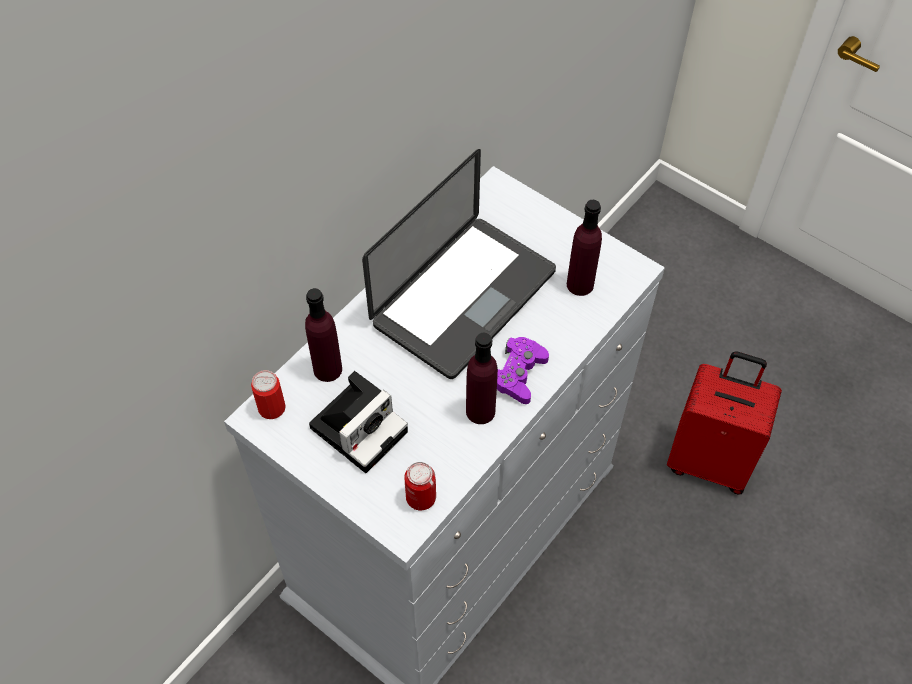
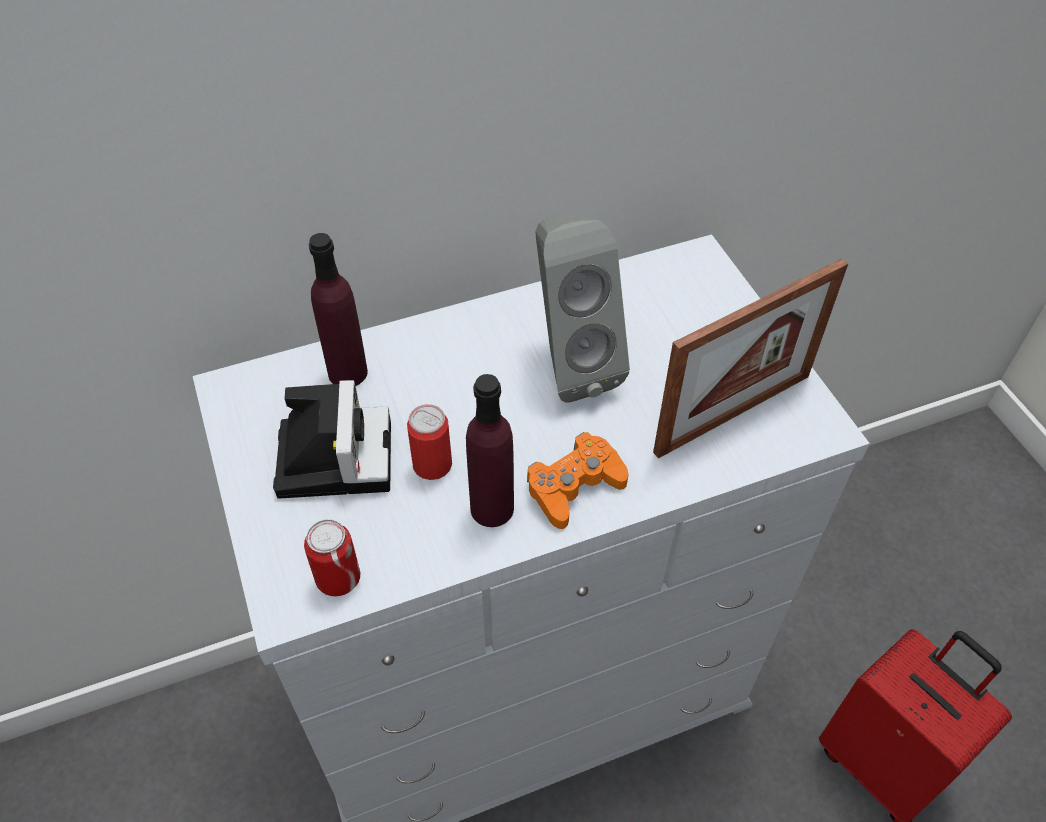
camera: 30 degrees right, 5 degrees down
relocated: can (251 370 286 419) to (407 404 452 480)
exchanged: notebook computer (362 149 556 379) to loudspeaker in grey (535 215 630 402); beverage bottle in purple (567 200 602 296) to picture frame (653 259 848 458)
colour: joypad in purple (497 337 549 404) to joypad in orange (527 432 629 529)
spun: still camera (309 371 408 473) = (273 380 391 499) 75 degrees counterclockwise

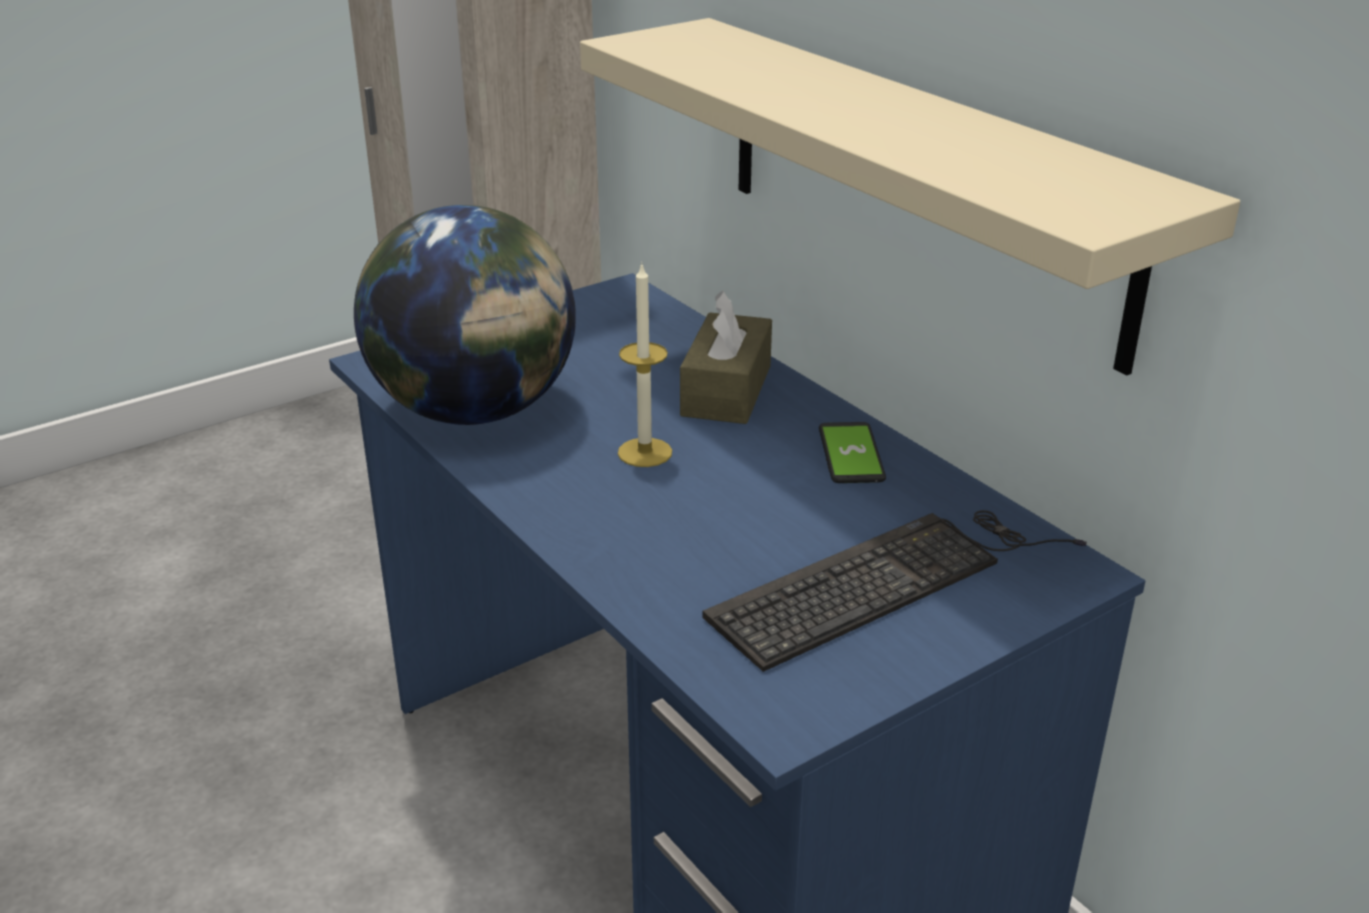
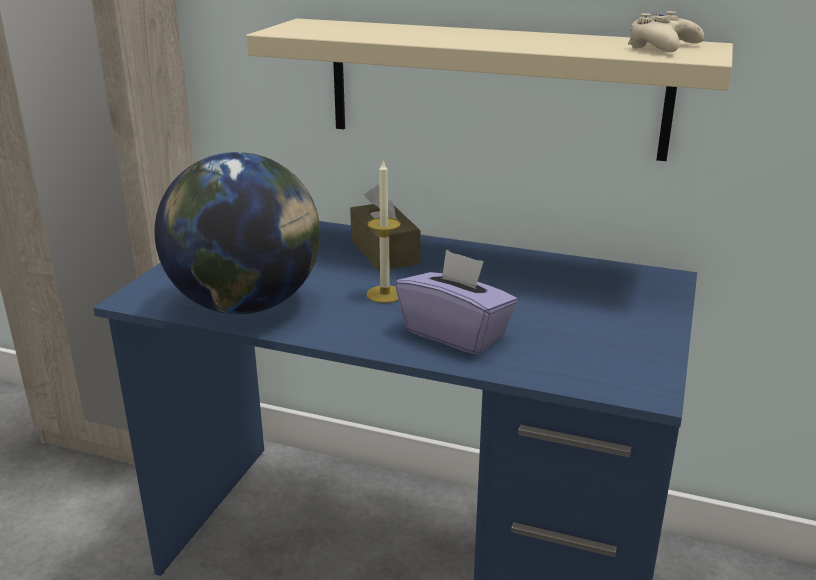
camera: 35 degrees left, 5 degrees down
missing: PC keyboard (702 510 1087 672); phone (819 422 886 483)
appeared: tissue box in purple (396 250 517 355); joypad in sand-coloured (628 11 704 52)

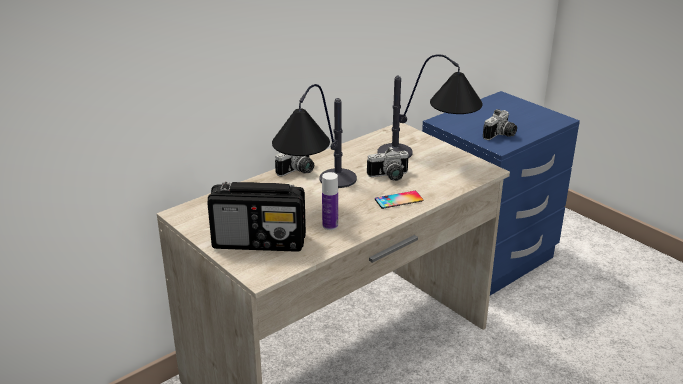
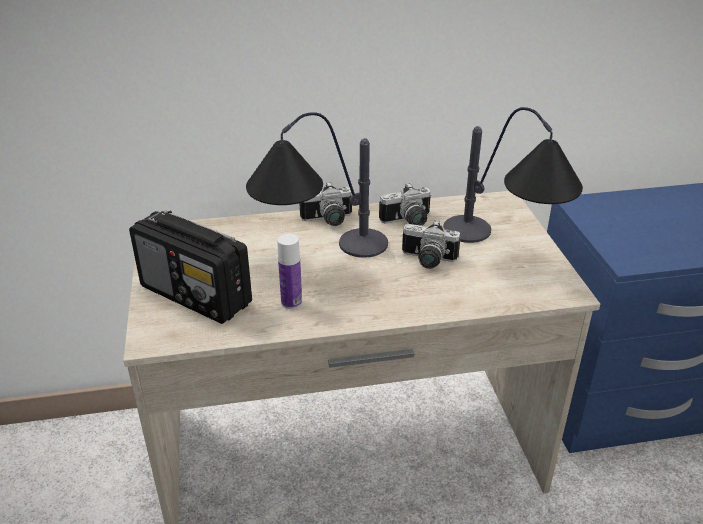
camera: 30 degrees right, 5 degrees up
missing: phone (375 191 423 209)
relocated: still camera (483 109 517 140) to (379 183 431 226)

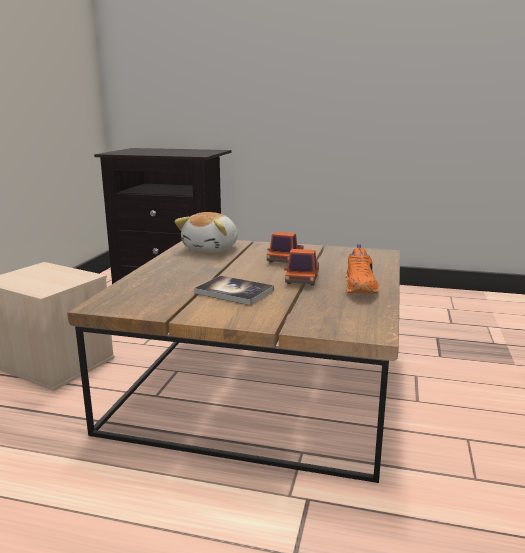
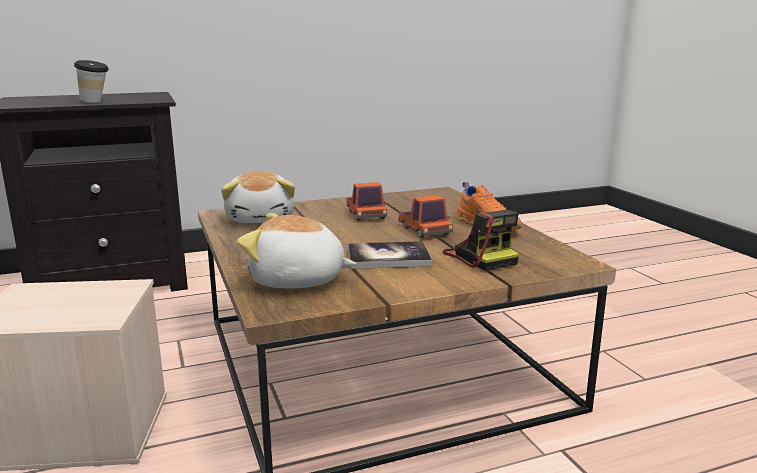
camera: 35 degrees left, 0 degrees up
appeared: small cup (74 60 109 103); cuddly toy (237 213 356 289); still camera (442 210 519 271)

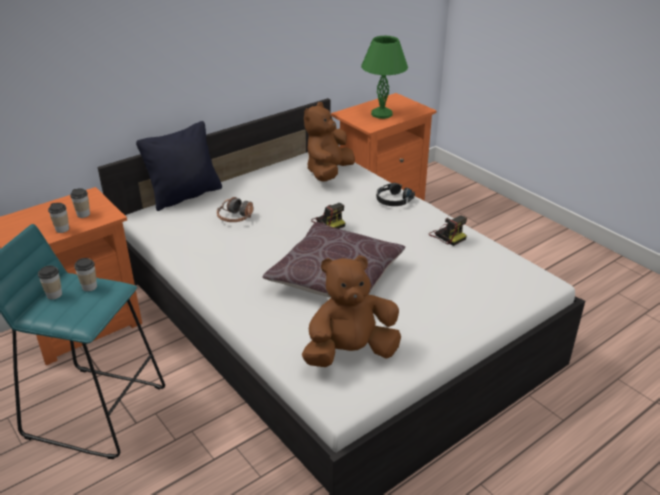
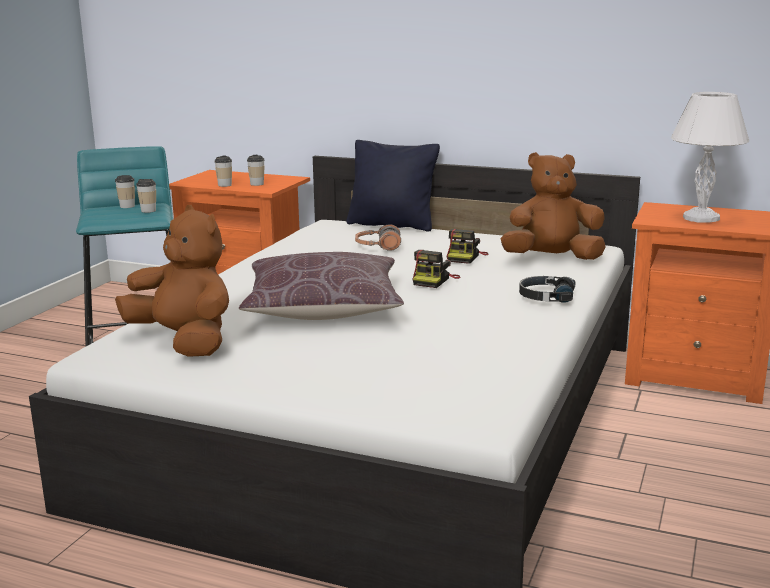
camera: 60 degrees right, 15 degrees down
relocated: still camera (428 215 467 246) to (447 229 489 264)
colour: tabletop lamp in green (361 36 408 119) to tabletop lamp in whitish (671 92 749 223)

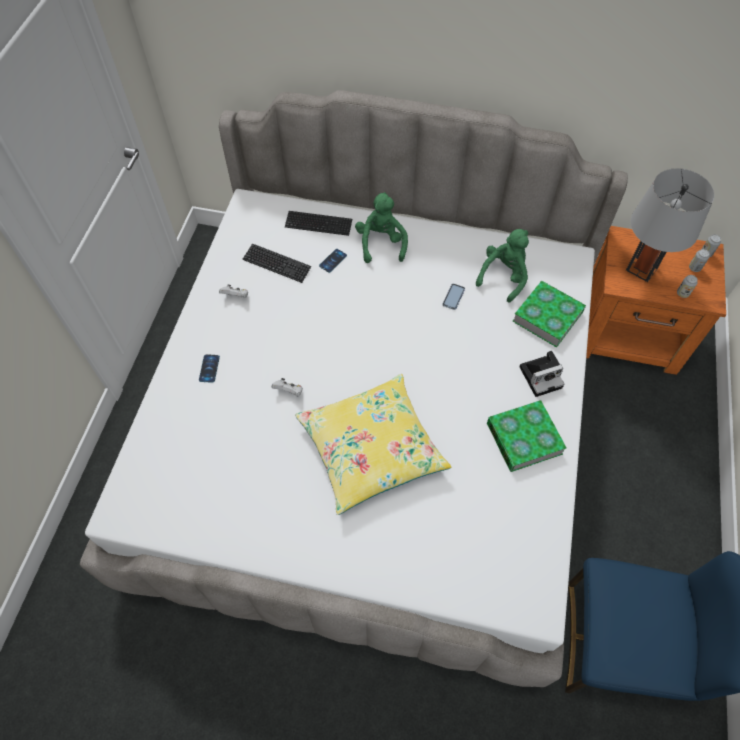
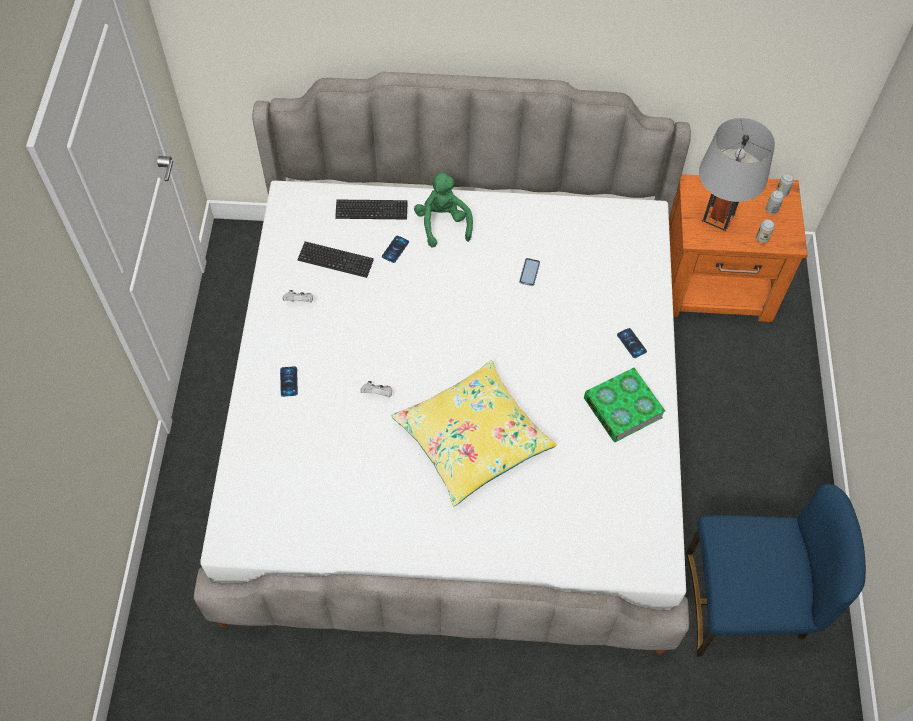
camera: 10 degrees left, 0 degrees up
missing: cuddly toy in green (476 229 529 303); bound book (512 281 586 347)
exchanged: still camera (519 351 564 397) to phone (617 328 647 358)

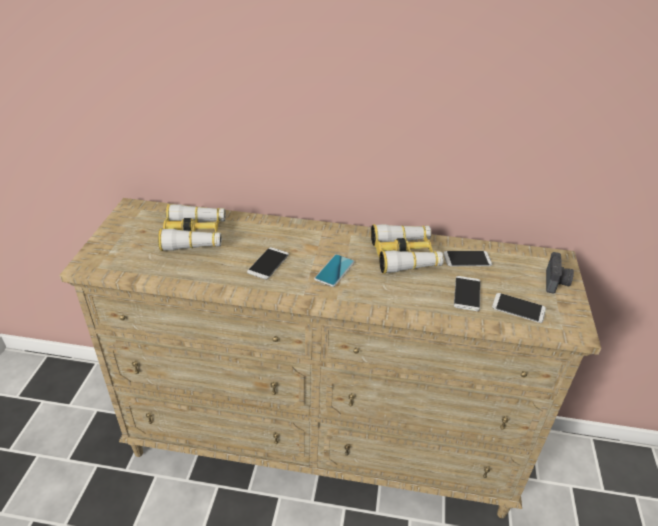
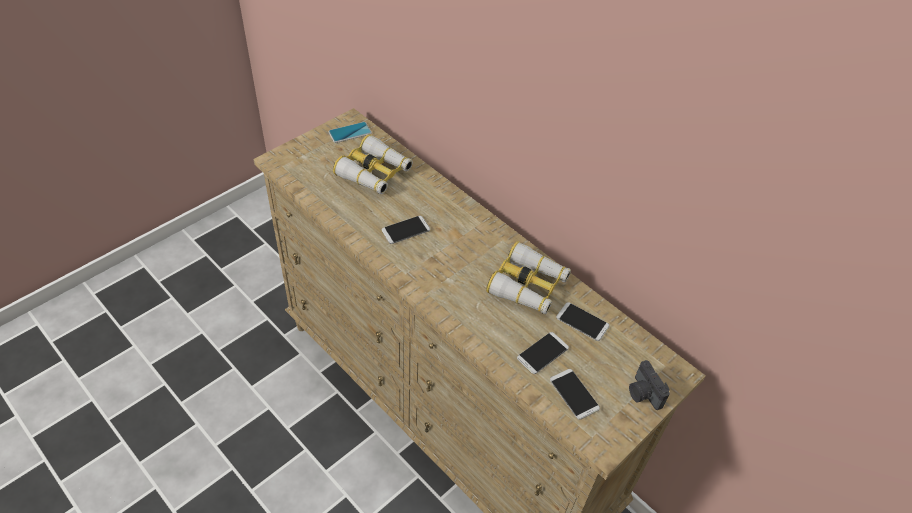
camera: 35 degrees right, 10 degrees up
relocated: phone (314 254 355 287) to (328 122 372 143)
spun: still camera (546 252 574 294) = (629 360 670 410) 105 degrees clockwise

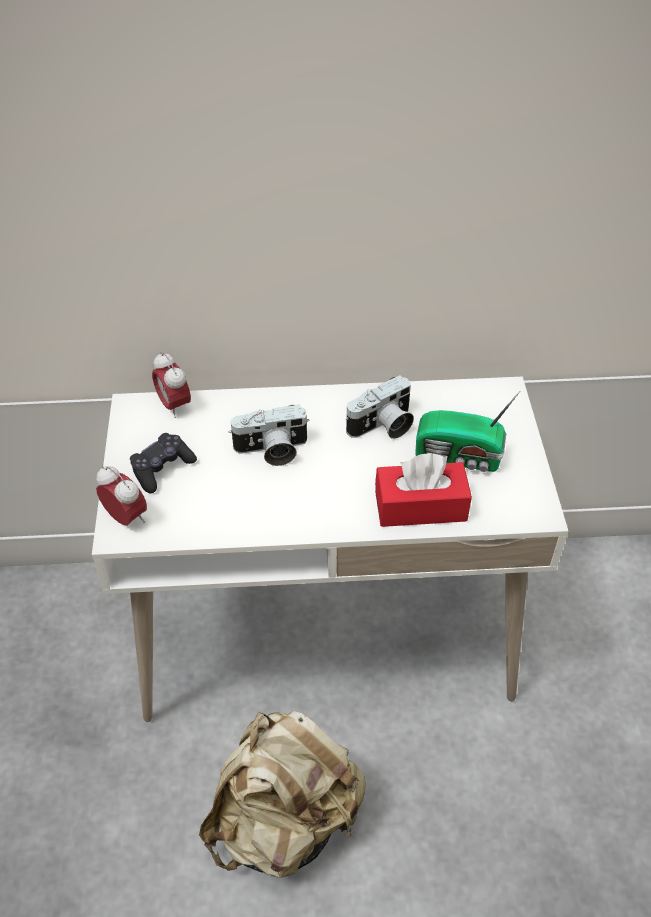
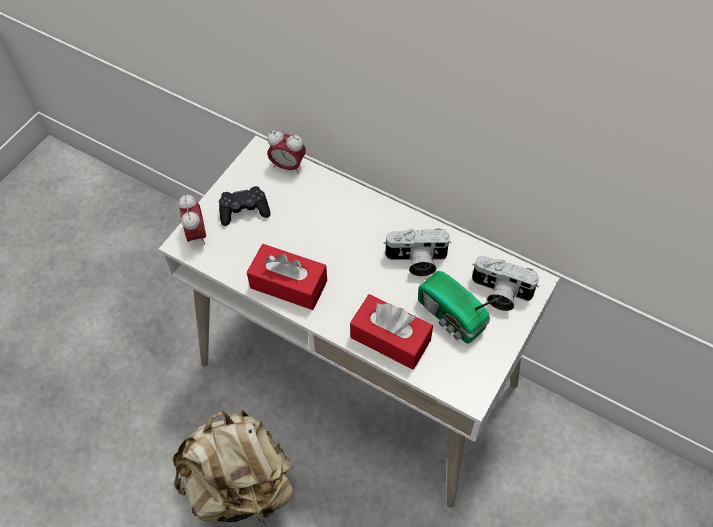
camera: 35 degrees right, 10 degrees up
appeared: tissue box in red-coloured (247 244 327 310)
relocated: still camera (229 405 310 466) to (472 256 539 311)
spun: bedside clock (152 352 191 418) = (267 130 306 173) 75 degrees counterclockwise

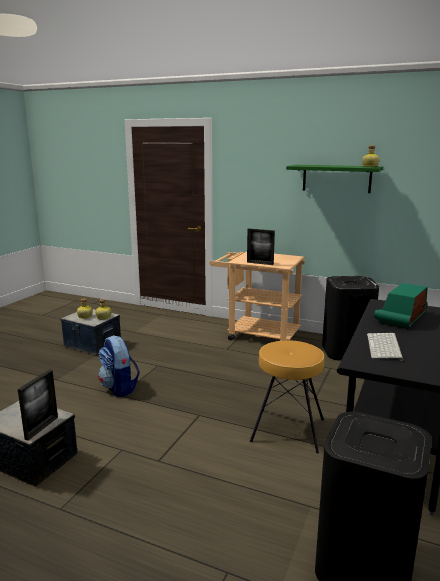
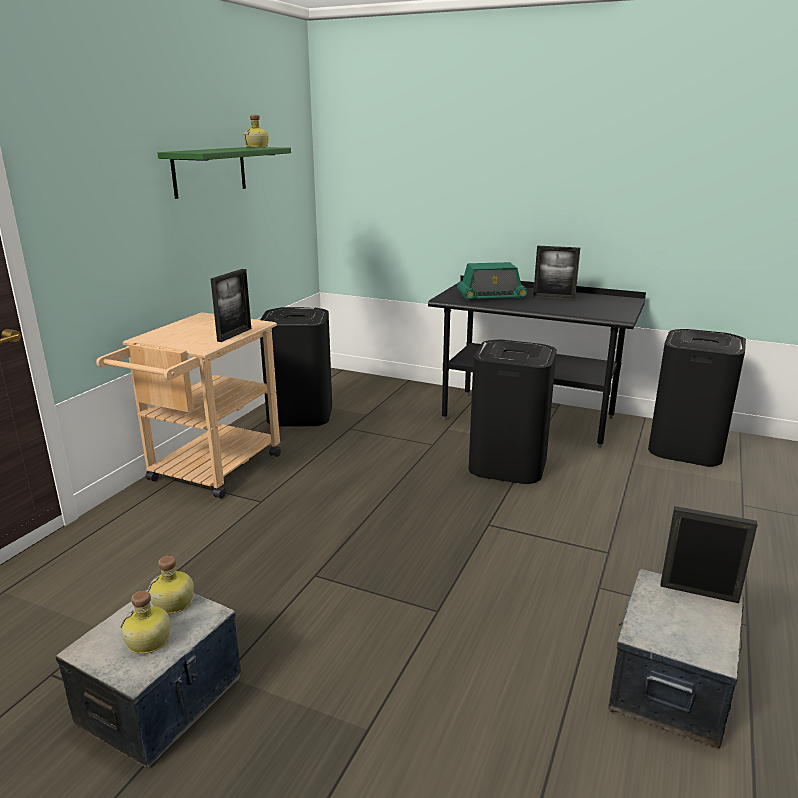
camera: 90 degrees left, 5 degrees up
missing: knapsack (98 335 140 397); PC keyboard (367 333 404 361)
appeared: picture frame (533 246 580 301)
exchanged: stool in brown (250 341 324 453) to rubbish bin in black-coloured (469 340 557 484)
spun: radio (374 283 427 328) = (457 262 527 301) 45 degrees counterclockwise

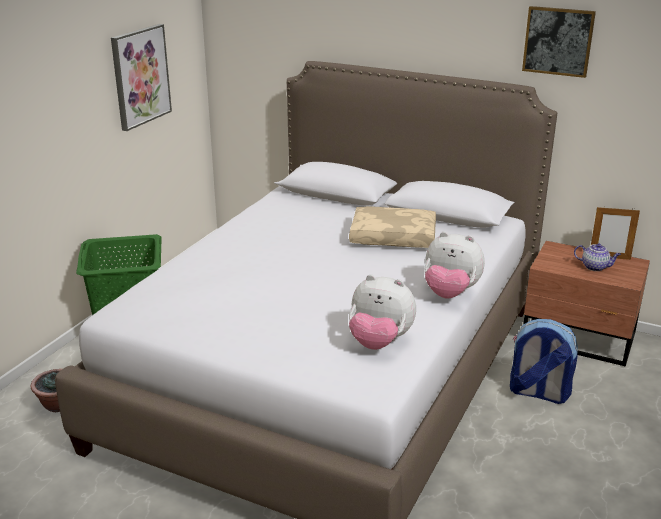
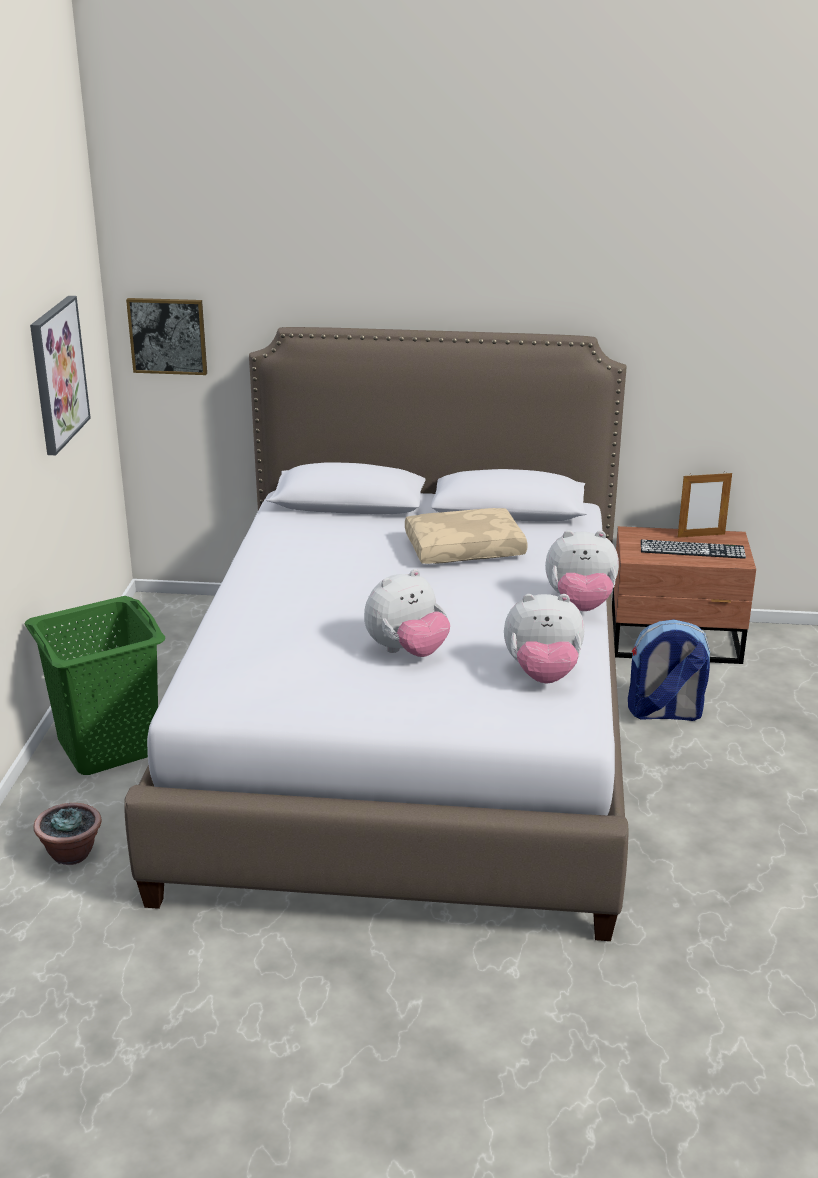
camera: 20 degrees left, 0 degrees up
appeared: cuddly toy (364 569 450 657)
relocated: picture (522 6 596 78) to (126 298 207 375)
exchanged: teapot (574 243 621 271) to PC keyboard (641 540 746 559)

